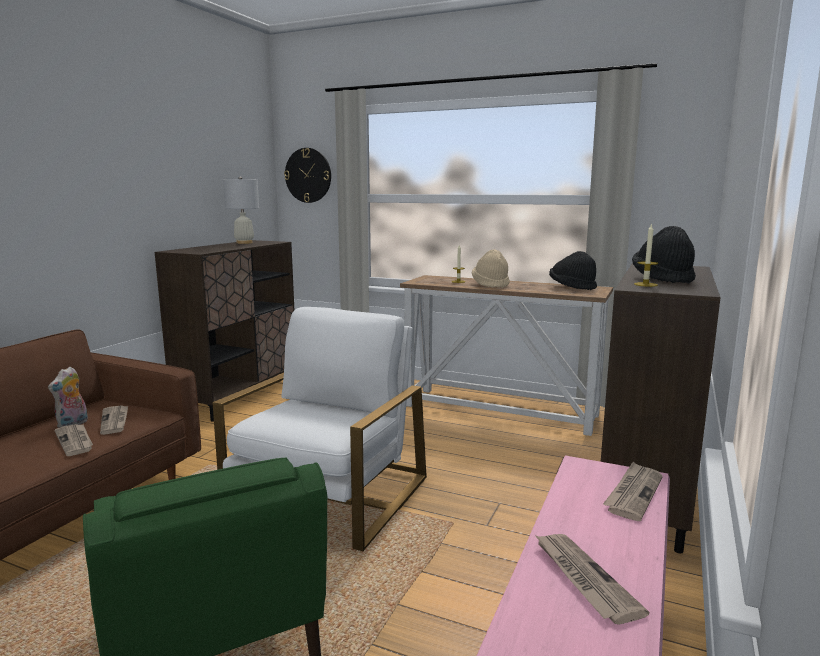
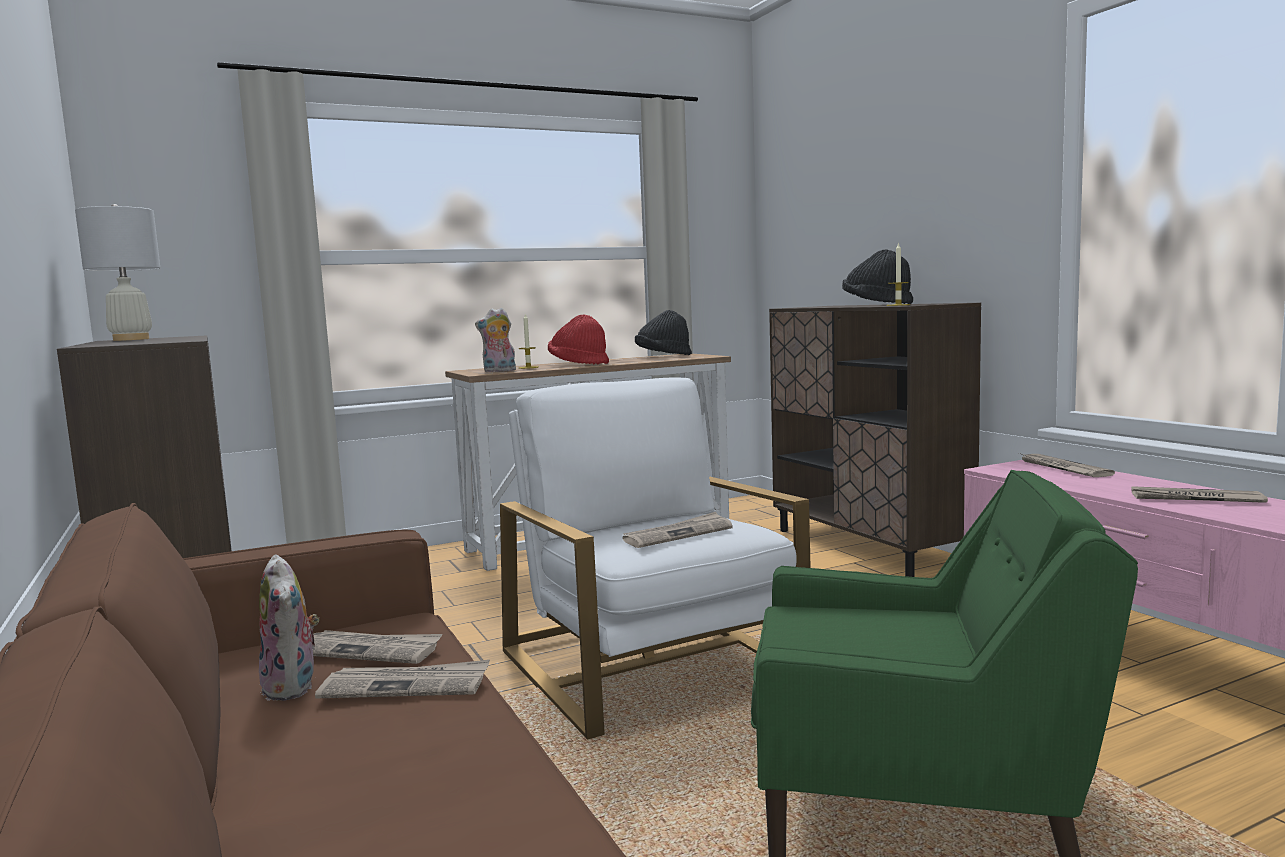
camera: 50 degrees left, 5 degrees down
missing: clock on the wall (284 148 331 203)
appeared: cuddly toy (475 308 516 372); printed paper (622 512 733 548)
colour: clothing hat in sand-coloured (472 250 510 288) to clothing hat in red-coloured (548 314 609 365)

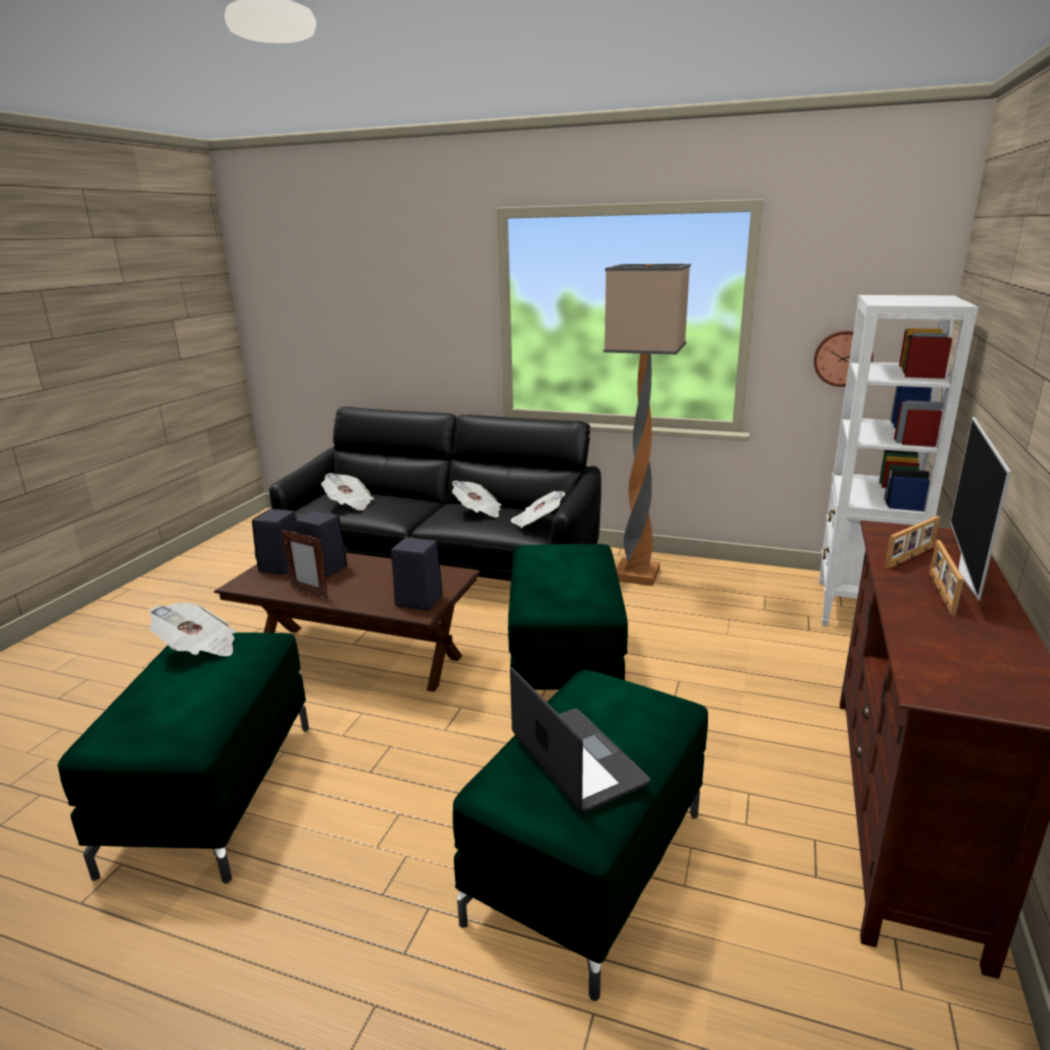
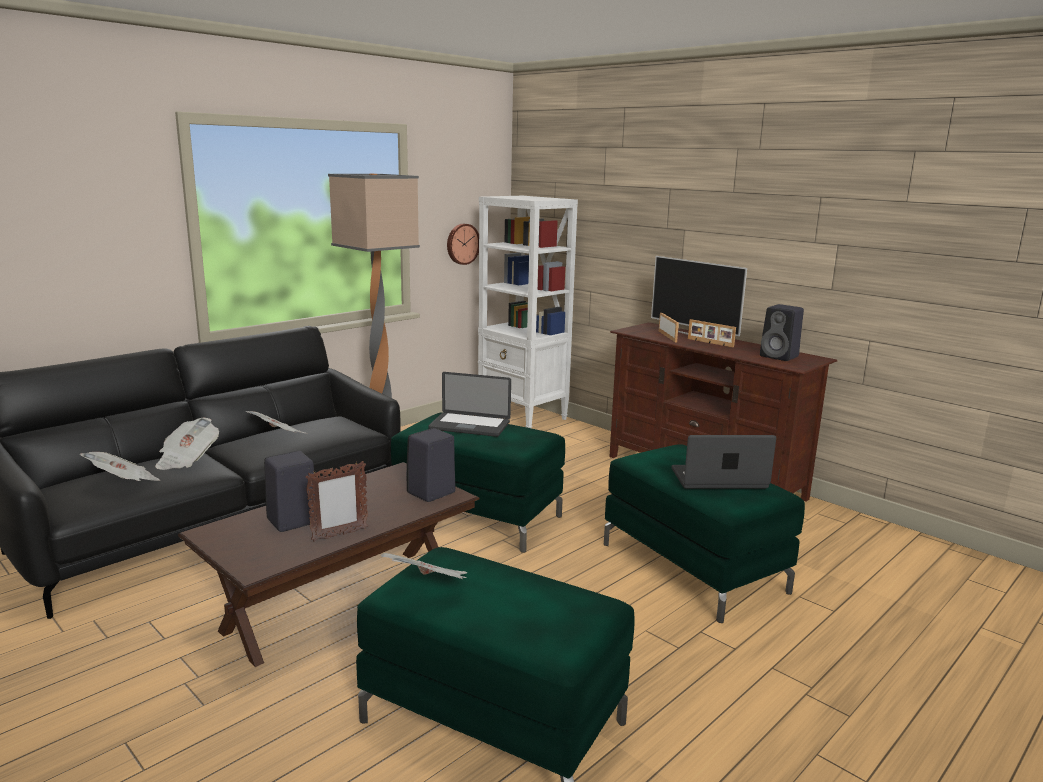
camera: 65 degrees left, 5 degrees down
appeared: notebook computer (428 372 511 437)
relocated: printed paper (511 491 565 528) to (155 418 219 470); loudspeaker in black-coloured (252 509 297 575) to (760 304 804 361)

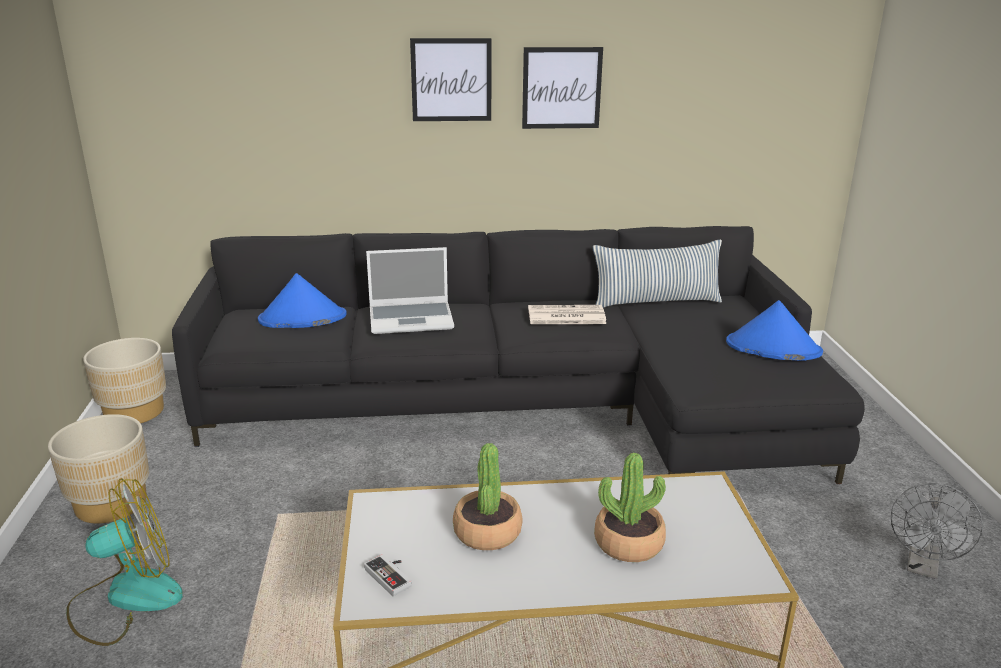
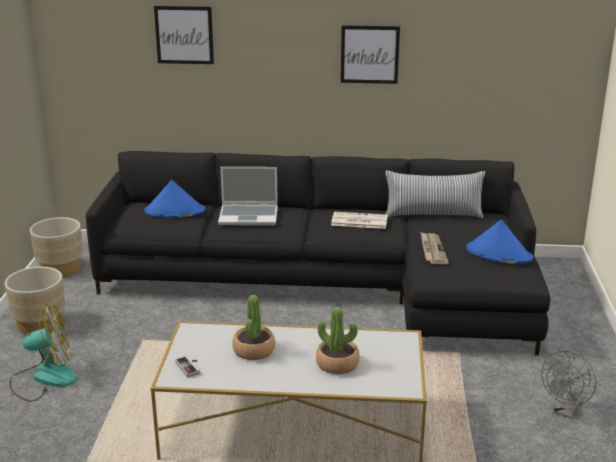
camera: 10 degrees right, 0 degrees up
appeared: printed paper (420 232 449 264)
relocated: picture (410 38 492 121) to (154 6 214 64)

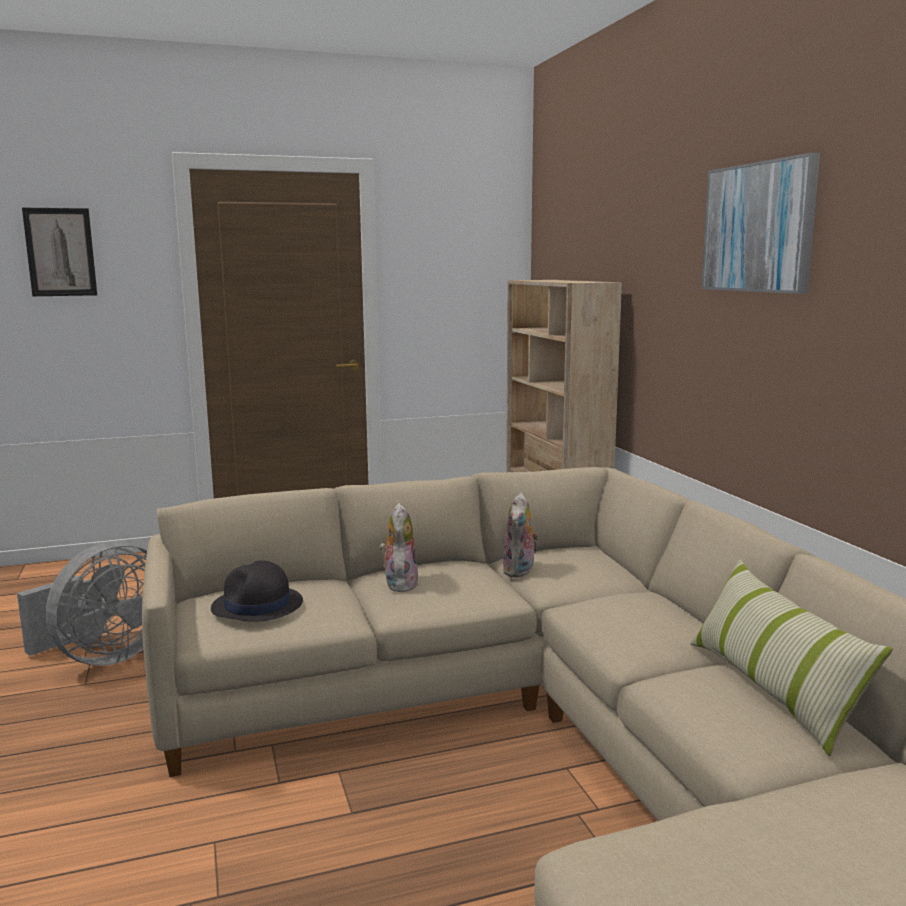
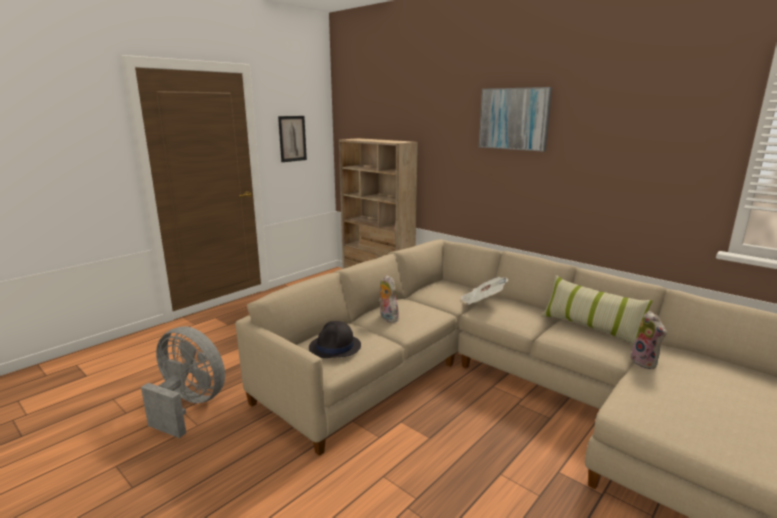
camera: 30 degrees left, 5 degrees up
appeared: printed paper (460 277 508 305)
relocated: picture (22 208 97 296) to (278 116 307 162); cuddly toy (503 493 539 578) to (631 311 667 369)
spun: electric fan in grey (17 541 147 666) = (141 326 225 438) 75 degrees counterclockwise

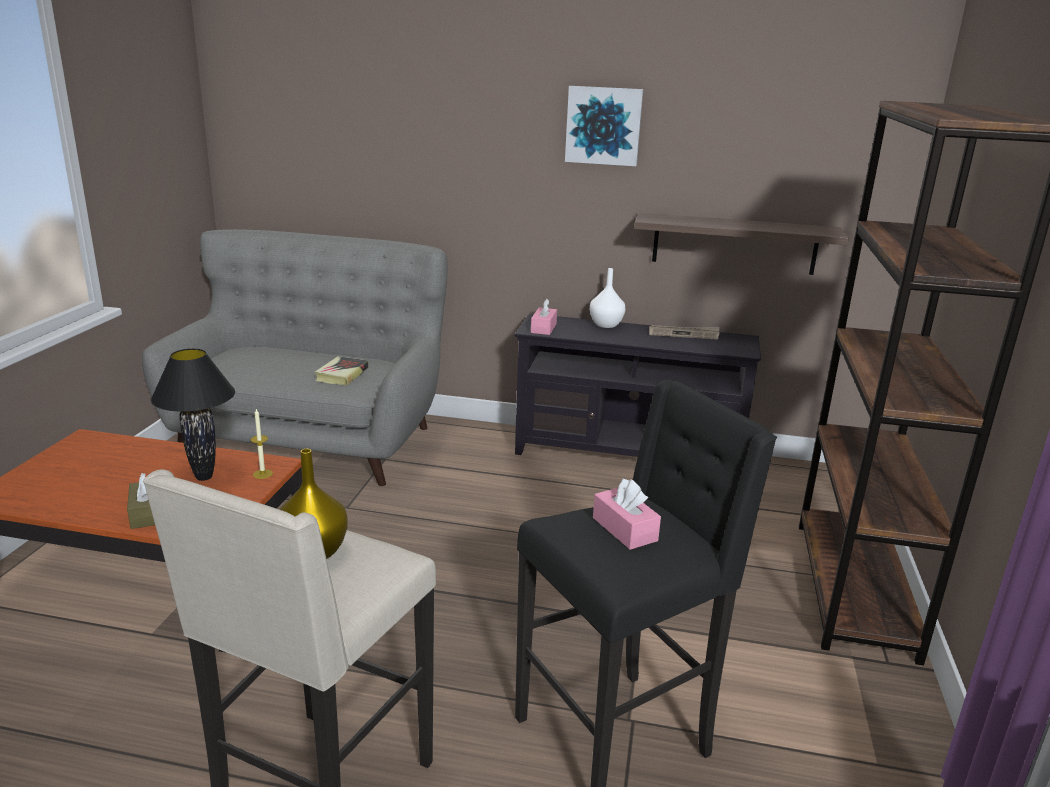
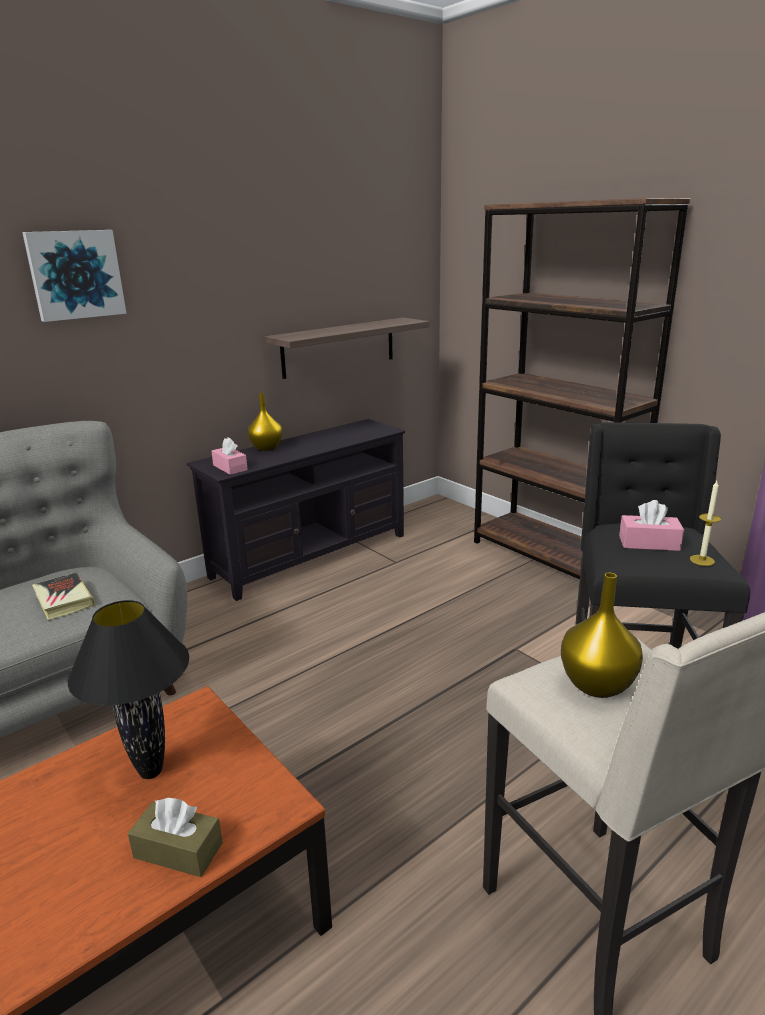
camera: 50 degrees left, 0 degrees up
missing: printed paper (649 325 720 340)
relocated: picture (565 86 643 166) to (22 230 126 322); candle (251 409 273 479) to (690 481 721 566)
colour: decorative vase in whitish (590 268 626 328) to decorative vase in yellowish (248 393 282 451)

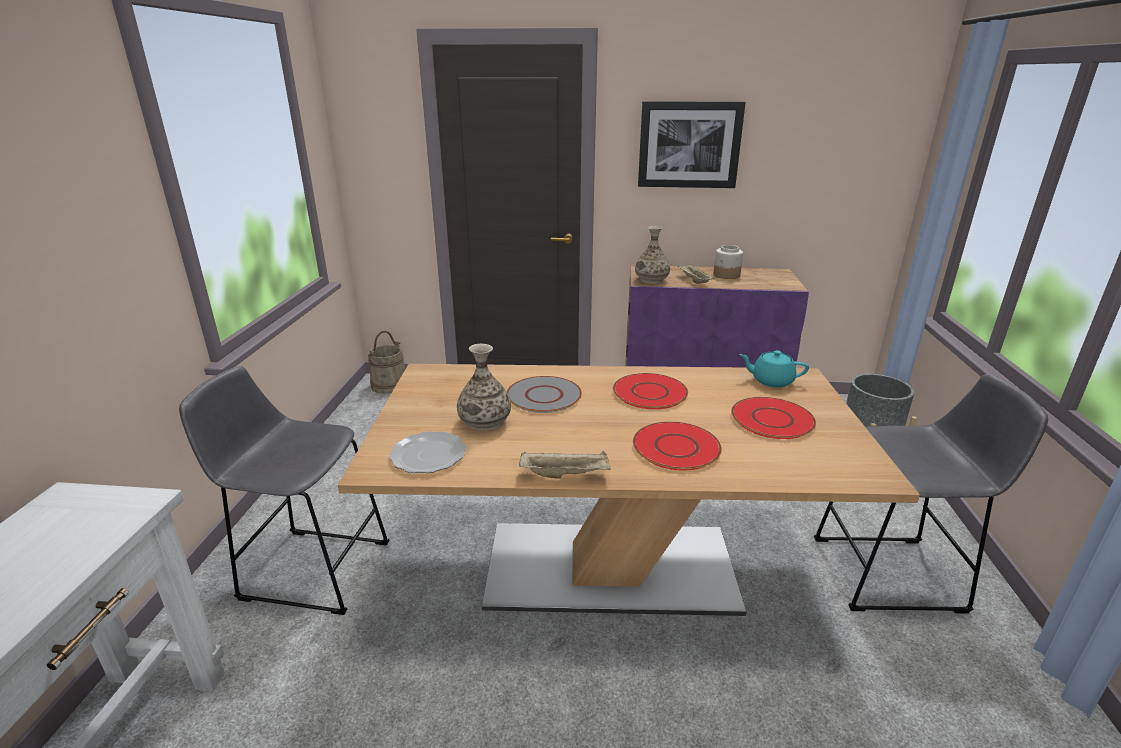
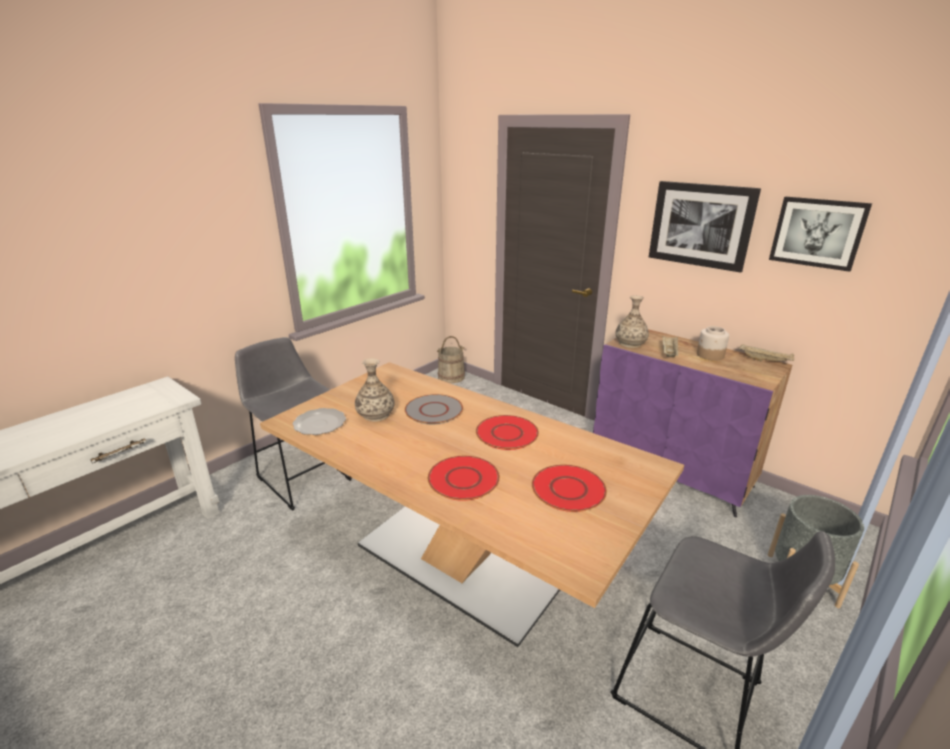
camera: 35 degrees right, 0 degrees up
missing: teapot in turquoise (739 350 809 387)
appeared: picture (769 197 872 272)
relocated: serving tray in sand-coloured (519 451 611 479) to (739 344 794 362)

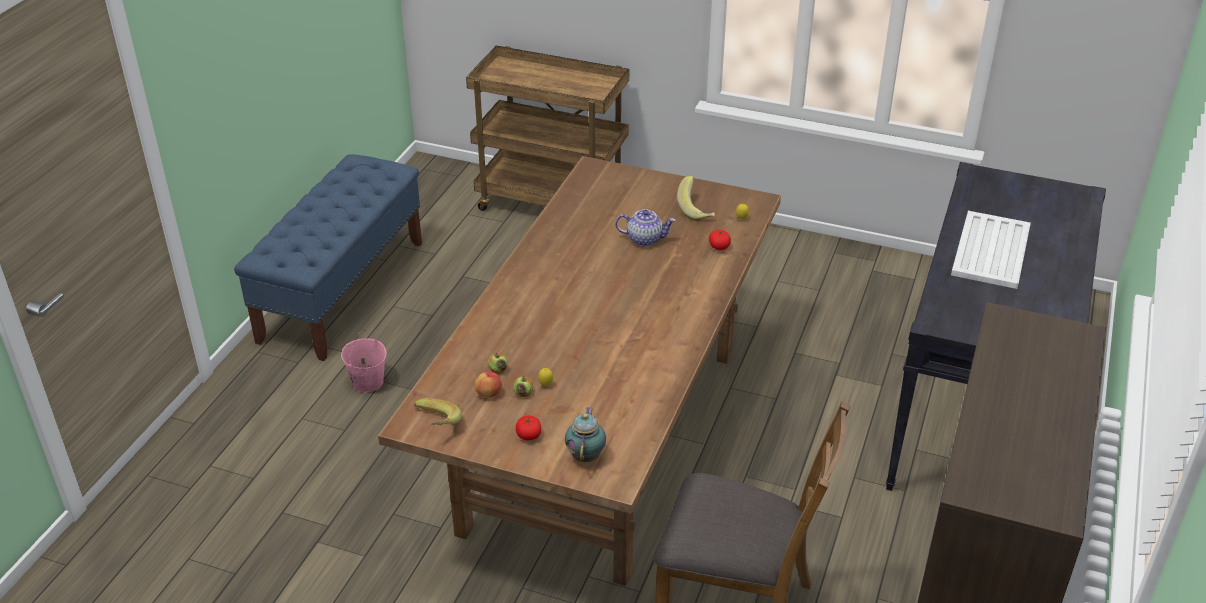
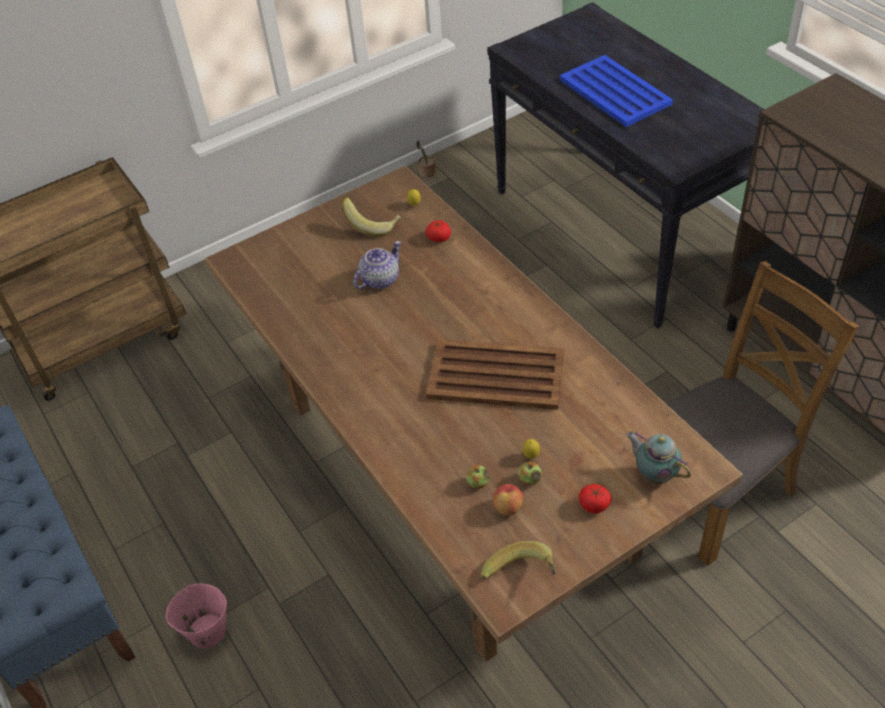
camera: 50 degrees left, 10 degrees up
appeared: potted plant (416 140 436 178); serving tray in brown (426 339 564 410)
colour: serving tray in whitish (951 211 1031 289) to serving tray in bluish (560 55 673 127)

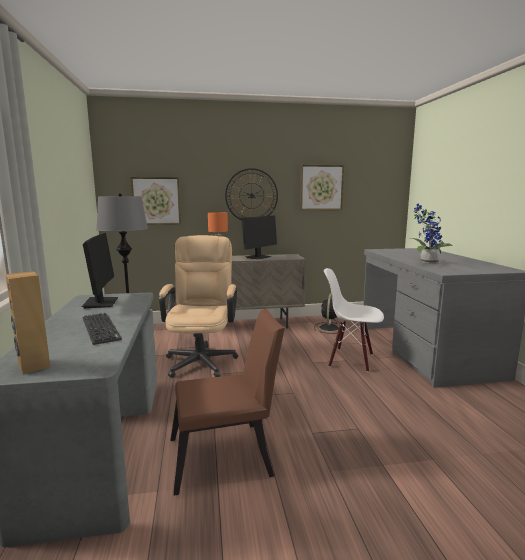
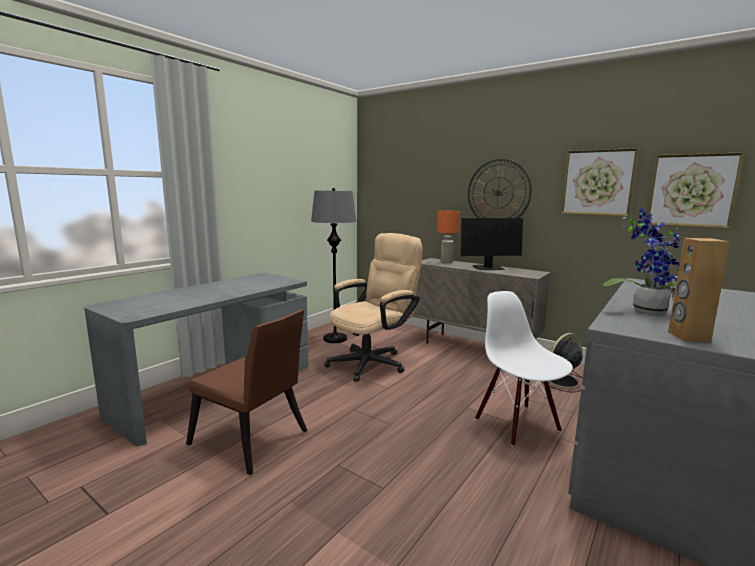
camera: 45 degrees right, 0 degrees up
missing: computer screen (81 232 118 309); PC keyboard (83 313 122 345)
relocated: picture (130 177 181 225) to (647 152 745 228); loudspeaker in brown (5 271 50 374) to (668 238 730 342)

